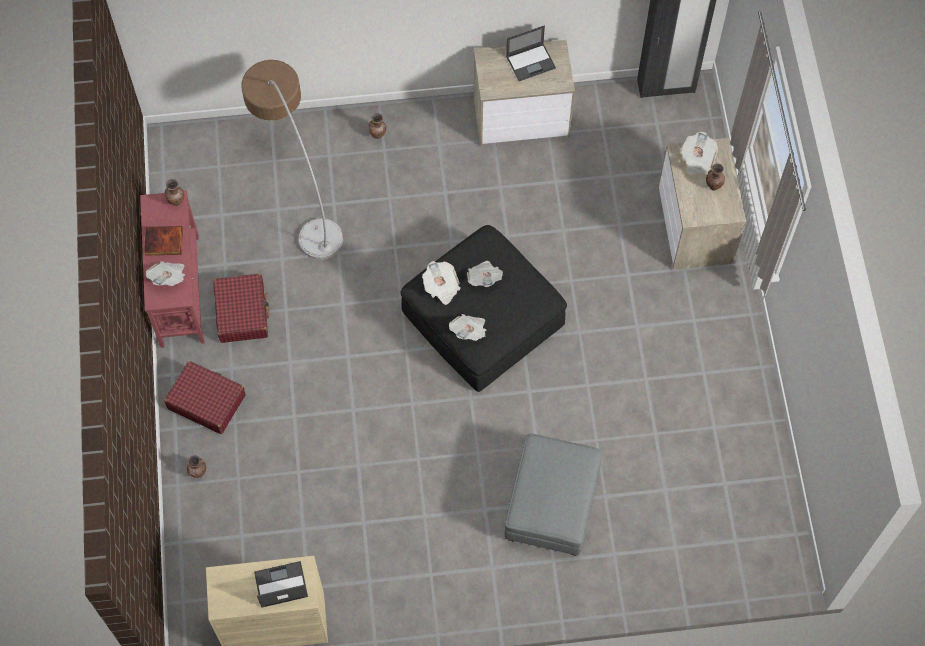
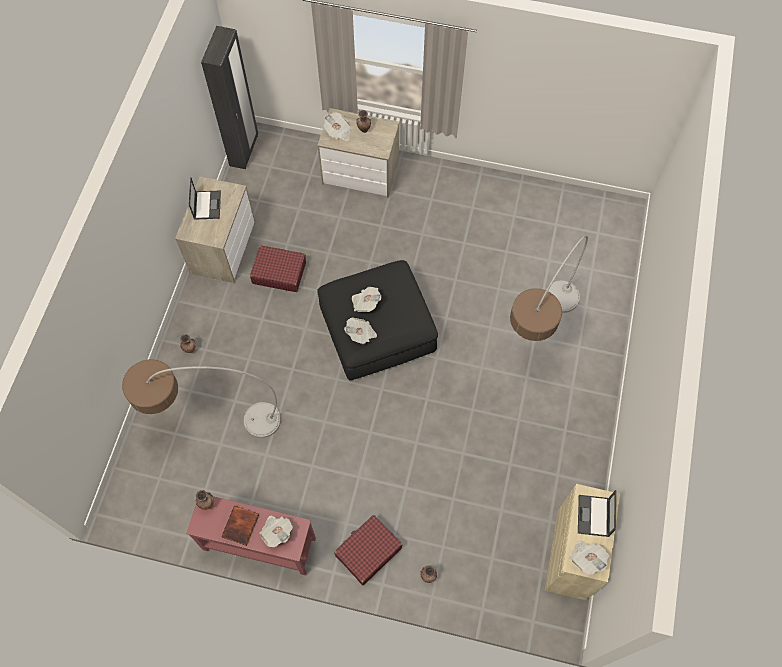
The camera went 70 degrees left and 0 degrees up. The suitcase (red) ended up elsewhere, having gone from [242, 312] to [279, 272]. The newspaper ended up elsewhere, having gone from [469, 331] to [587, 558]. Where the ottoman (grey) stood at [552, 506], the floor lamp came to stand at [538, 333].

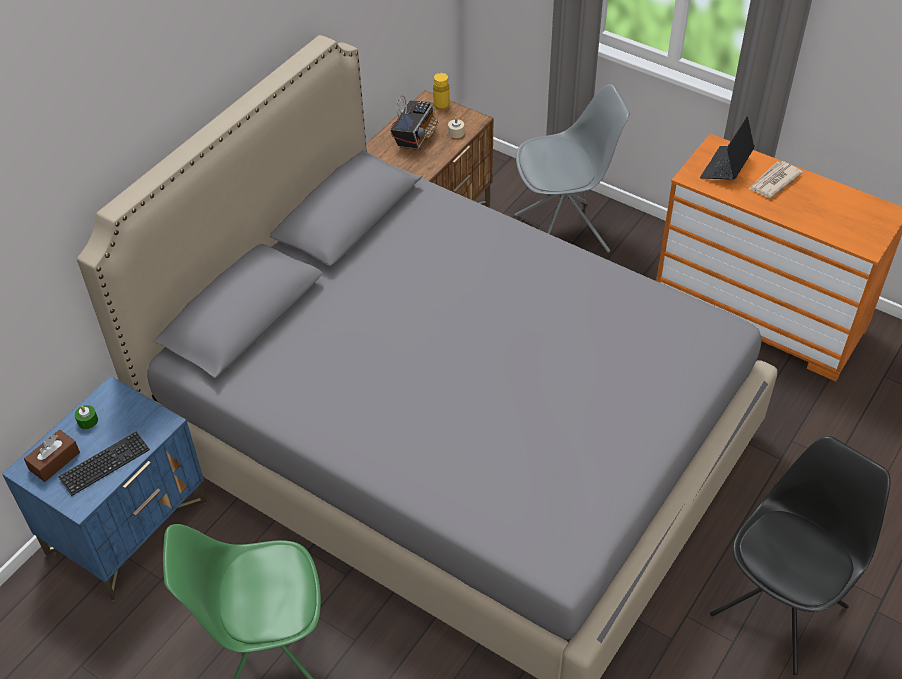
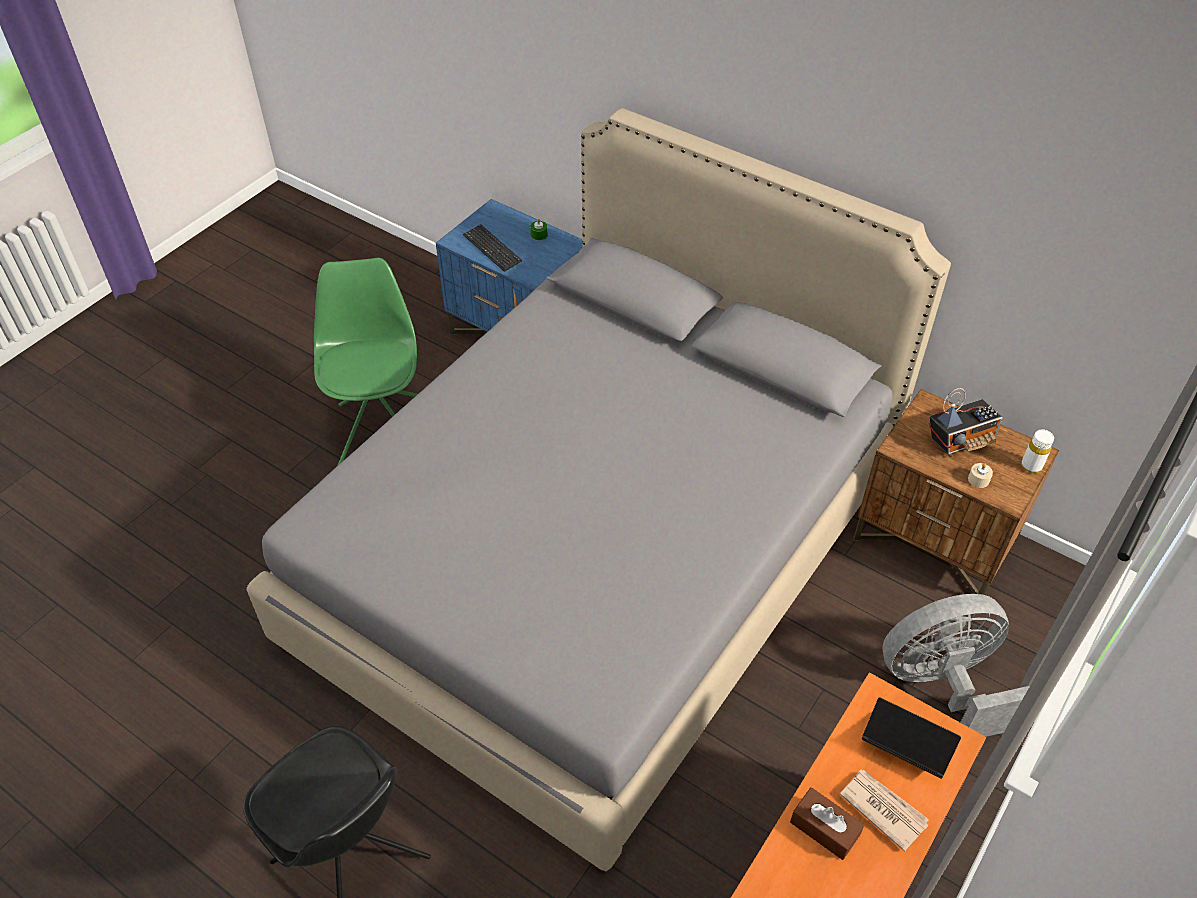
The camera went 90 degrees right and 0 degrees up. What was the bottle (yellow) at [441, 105] turned into the bottle (white) at [1031, 466]. Where the chair (grey) stood at [563, 233], the fan (grey) came to stand at [942, 685]. The radio at [415, 137] ended up facing another way, 45 degrees counterclockwise from before. The tissue box (brown) ended up elsewhere, having gone from [54, 461] to [824, 828].

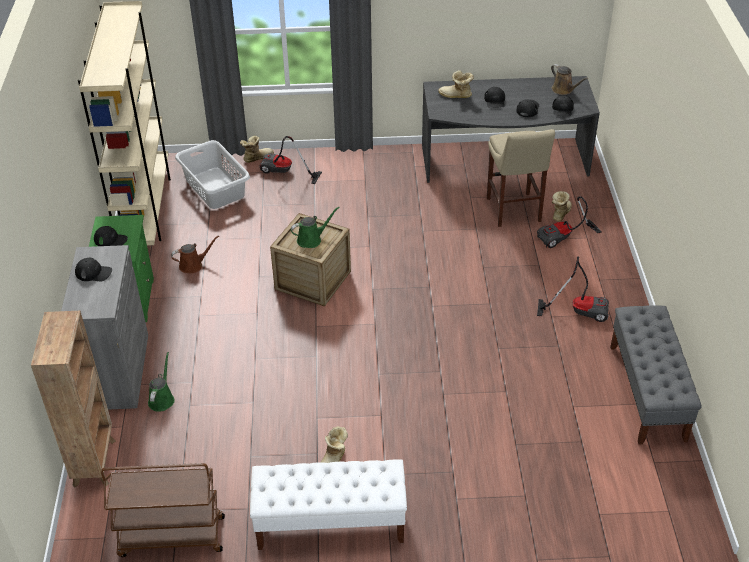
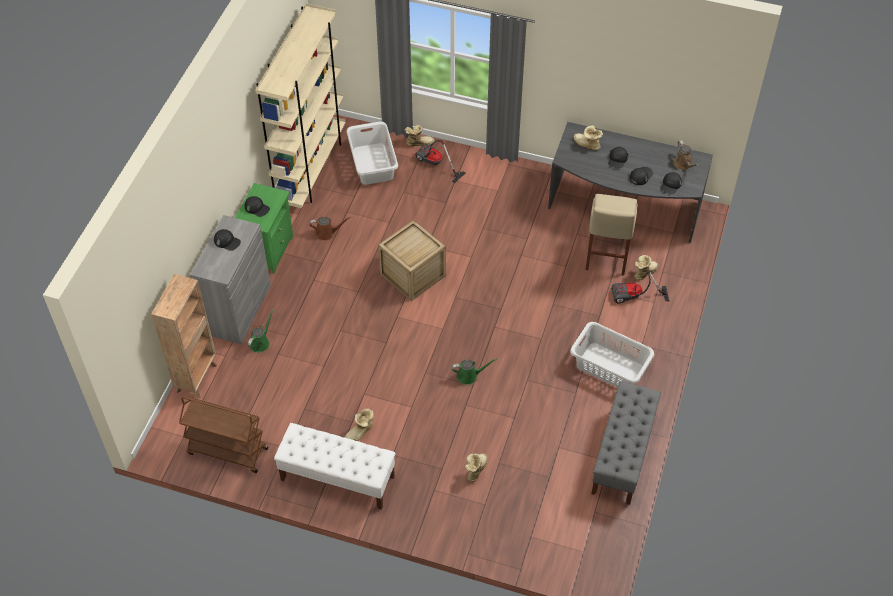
The camera went 20 degrees right and 10 degrees up. The watering can (green) ended up elsewhere, having gone from [311, 239] to [469, 376]. Where the vacuum cleaner stood at [579, 310], the laundry basket (grey) came to stand at [609, 367]. The second view gained the boot at [475, 470].

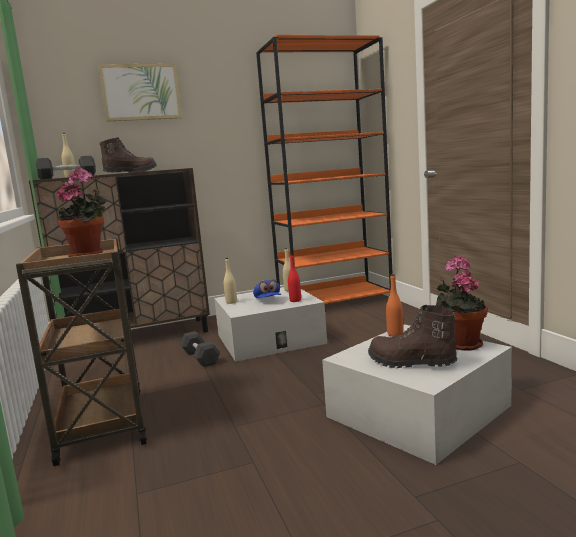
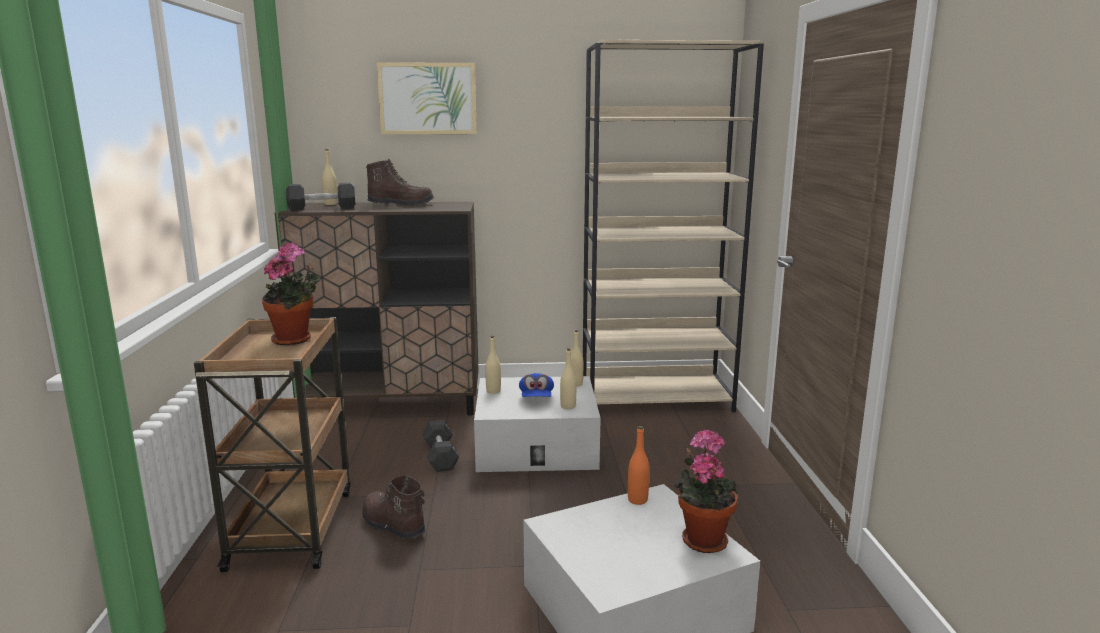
The camera went 15 degrees right and 5 degrees up. What was the bookcase (orange) at [335, 302] turned into the bookcase (beige) at [656, 399]. What was the bottle (red) at [295, 300] turned into the bottle (beige) at [568, 406]. The boot (brown) ended up elsewhere, having gone from [411, 363] to [392, 526].

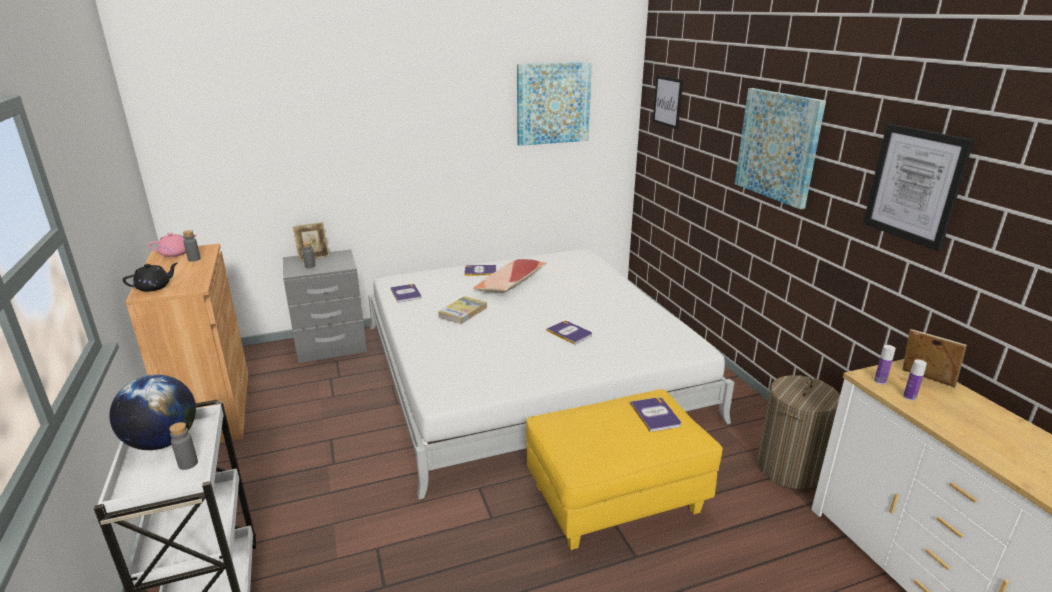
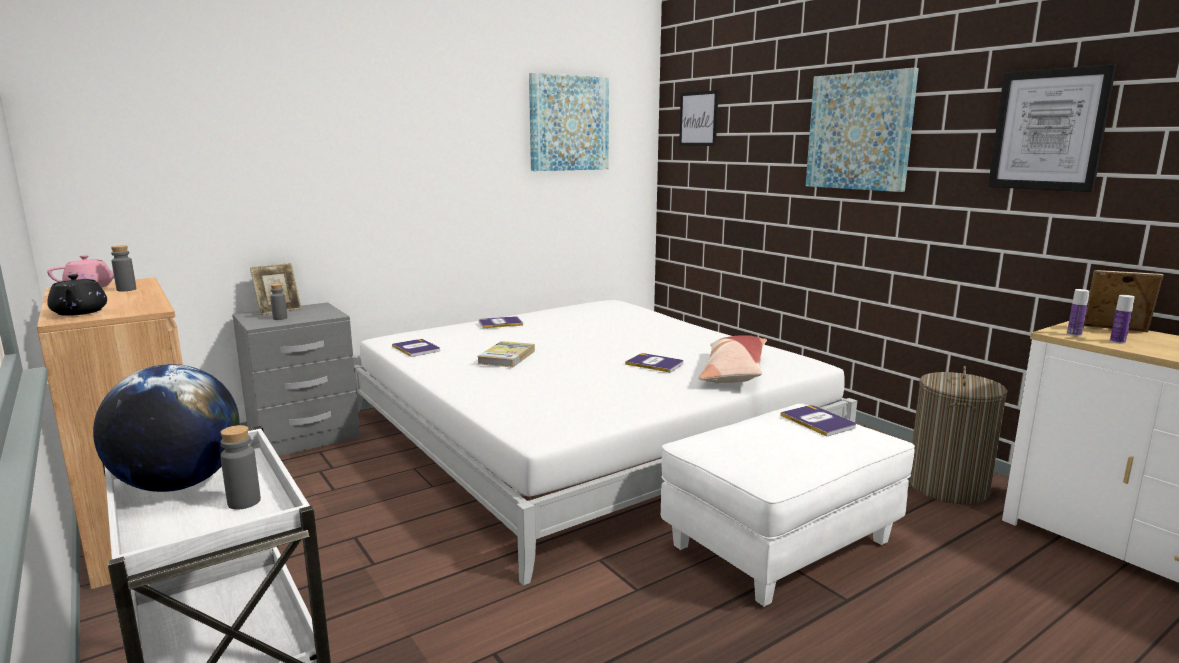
The camera went 15 degrees left and 10 degrees down. The pillow ended up elsewhere, having gone from [510, 284] to [733, 372]. The teapot (black) at [154, 287] ended up facing another way, 120 degrees clockwise from before. What was the ottoman (yellow) at [615, 499] turned into the ottoman (white) at [780, 545].

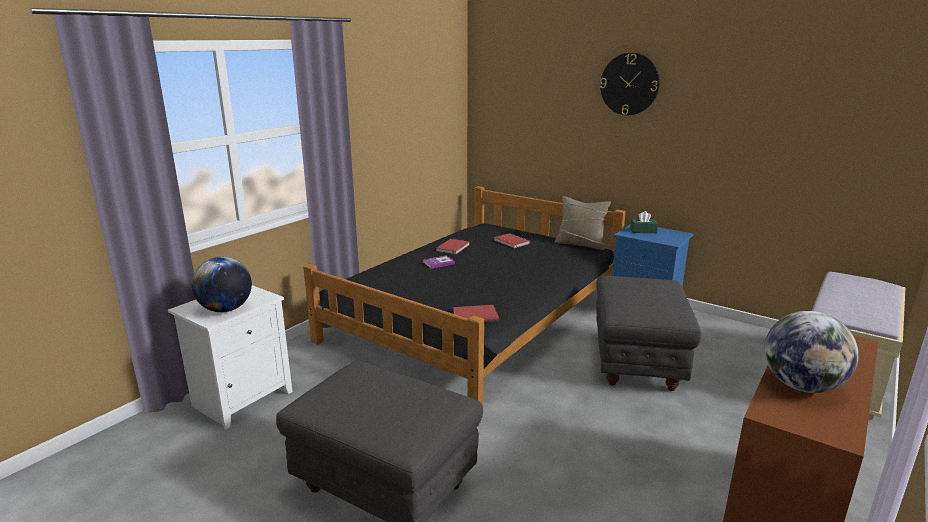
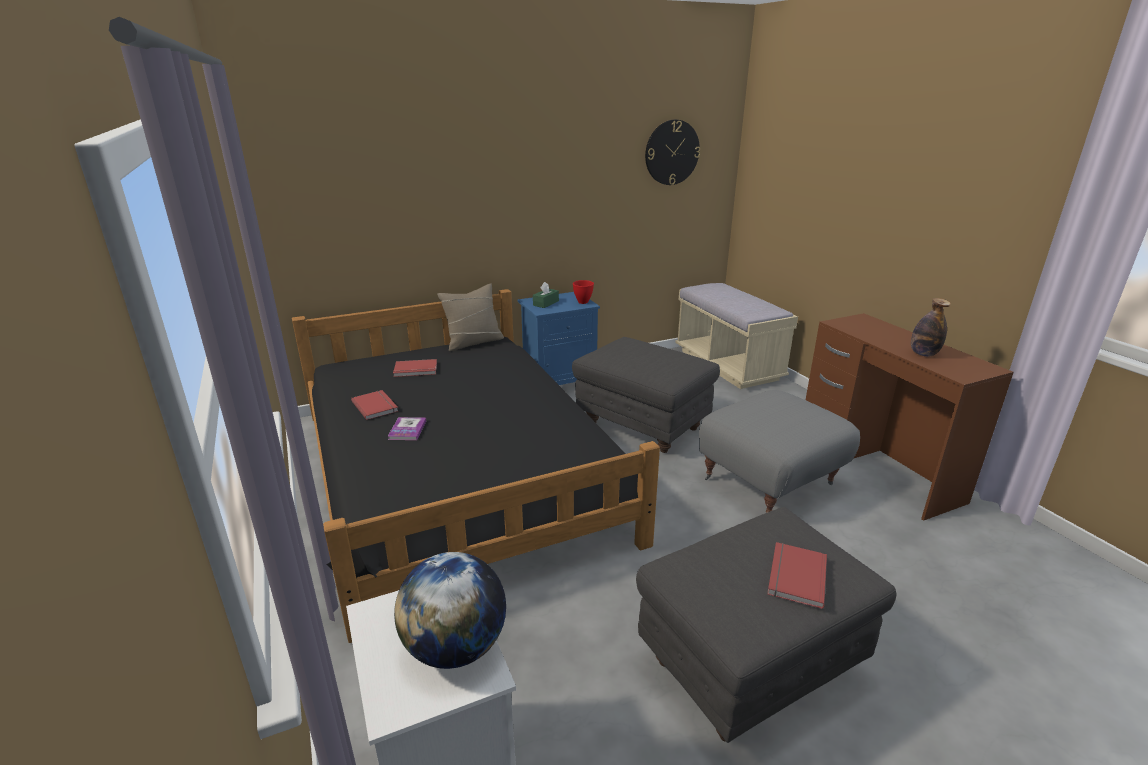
The camera went 60 degrees left and 5 degrees up. The wall clock ended up elsewhere, having gone from [629, 84] to [672, 152]. The book (red) ended up elsewhere, having gone from [475, 315] to [794, 576]. Where the globe stood at [801, 386], the bottle came to stand at [923, 354]. The second view gained the bowl (red) at [582, 302]. The second view gained the ottoman (grey) at [768, 482].

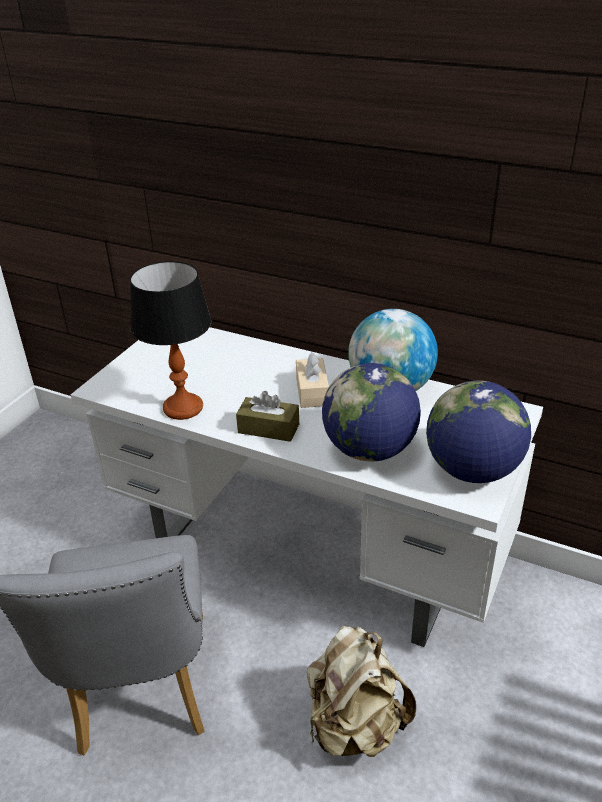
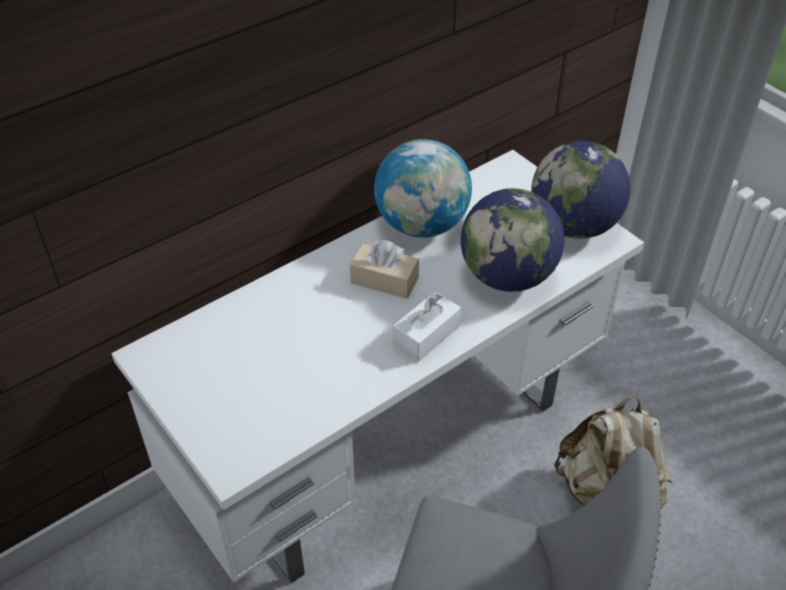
The camera went 65 degrees left and 10 degrees up. The second view lost the table lamp at [182, 408]. What was the tissue box (brown) at [268, 428] turned into the tissue box (white) at [426, 335].

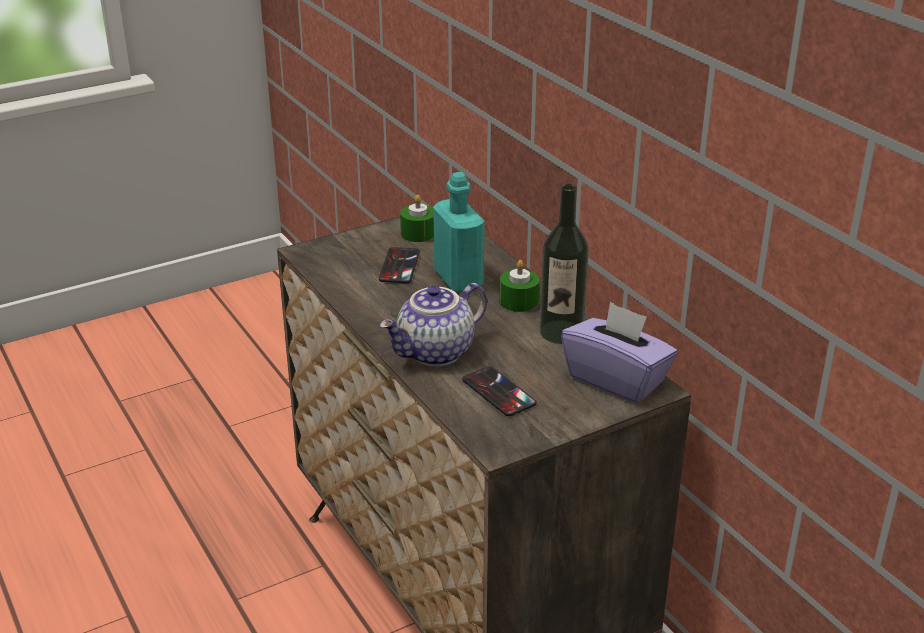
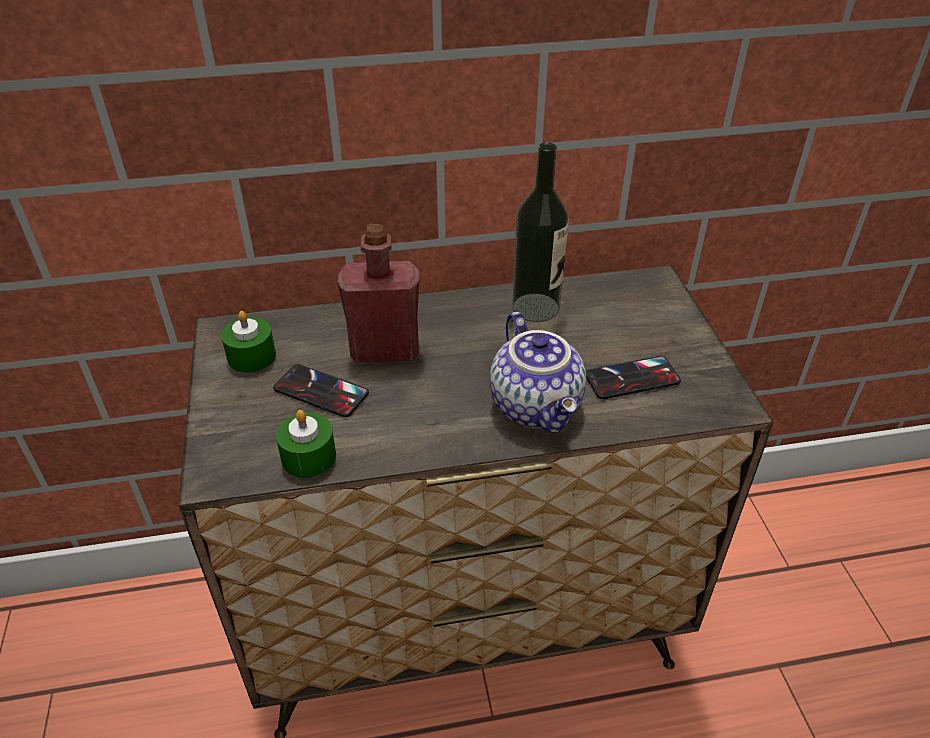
The camera went 70 degrees left and 10 degrees up. What was the bottle (turquoise) at [458, 279] turned into the bottle (red) at [385, 350]. The candle (green) ended up elsewhere, having gone from [519, 301] to [308, 457]. The second view lost the tissue box (purple) at [616, 380].

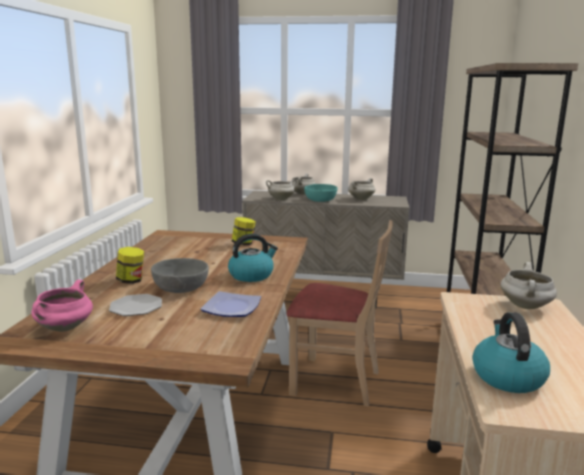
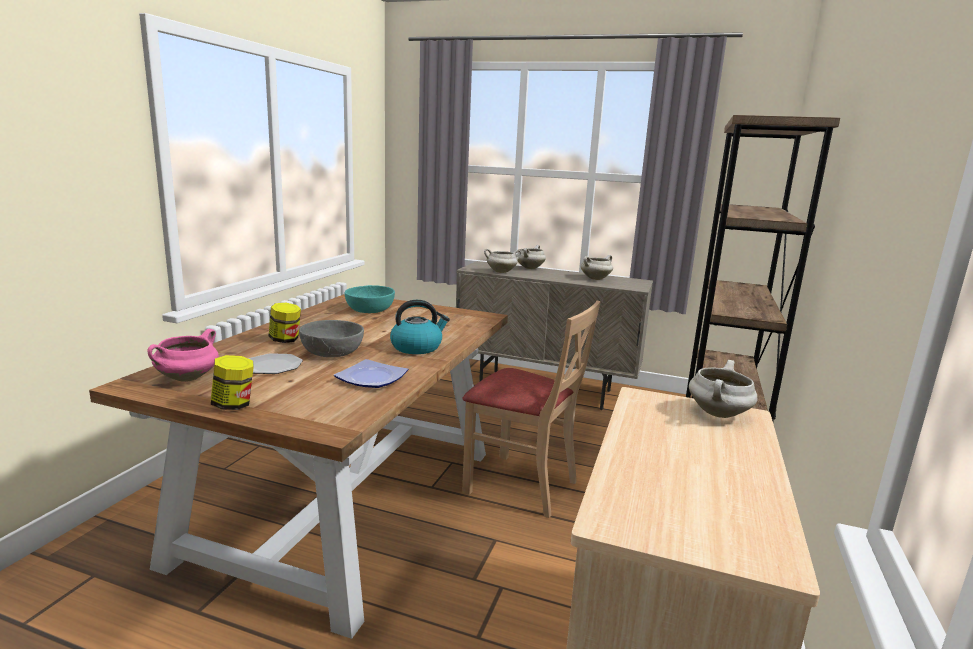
The camera went 10 degrees right and 0 degrees up. The bowl (turquoise) ended up elsewhere, having gone from [320, 200] to [370, 310]. The jar ended up elsewhere, having gone from [243, 244] to [234, 405]. The second view lost the kettle at [507, 376].

